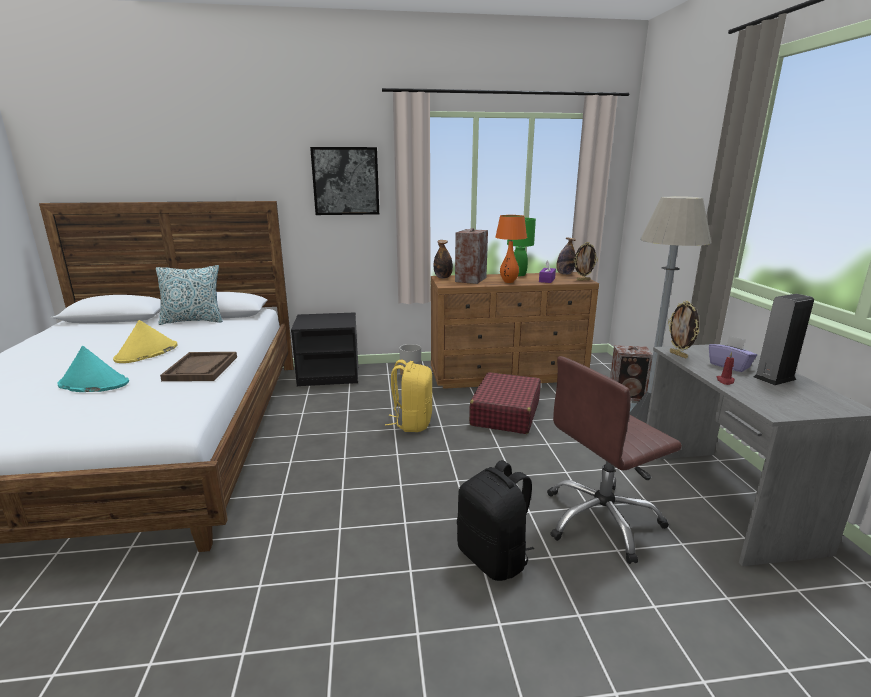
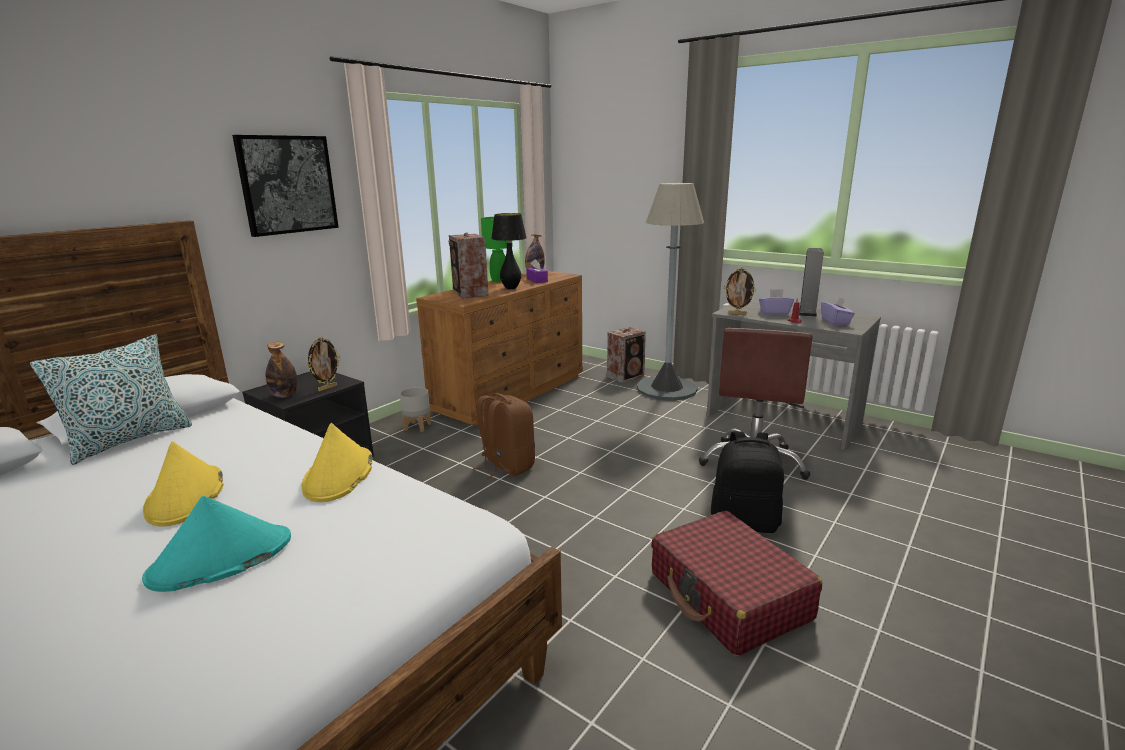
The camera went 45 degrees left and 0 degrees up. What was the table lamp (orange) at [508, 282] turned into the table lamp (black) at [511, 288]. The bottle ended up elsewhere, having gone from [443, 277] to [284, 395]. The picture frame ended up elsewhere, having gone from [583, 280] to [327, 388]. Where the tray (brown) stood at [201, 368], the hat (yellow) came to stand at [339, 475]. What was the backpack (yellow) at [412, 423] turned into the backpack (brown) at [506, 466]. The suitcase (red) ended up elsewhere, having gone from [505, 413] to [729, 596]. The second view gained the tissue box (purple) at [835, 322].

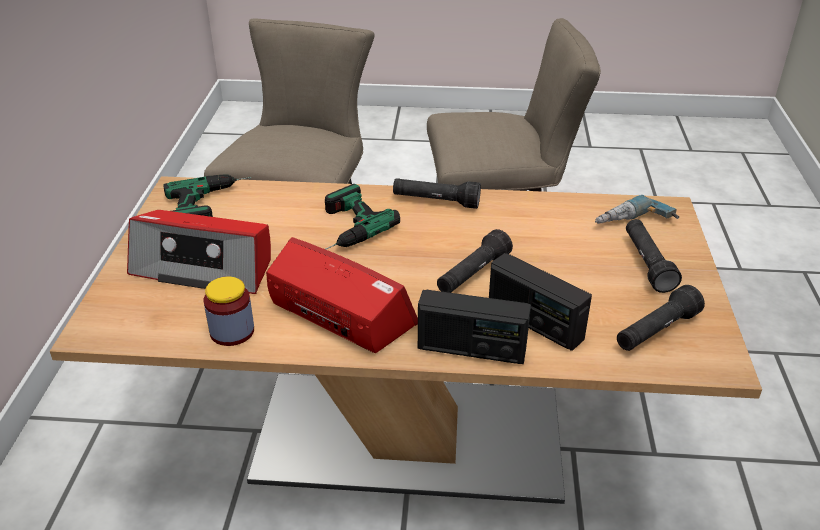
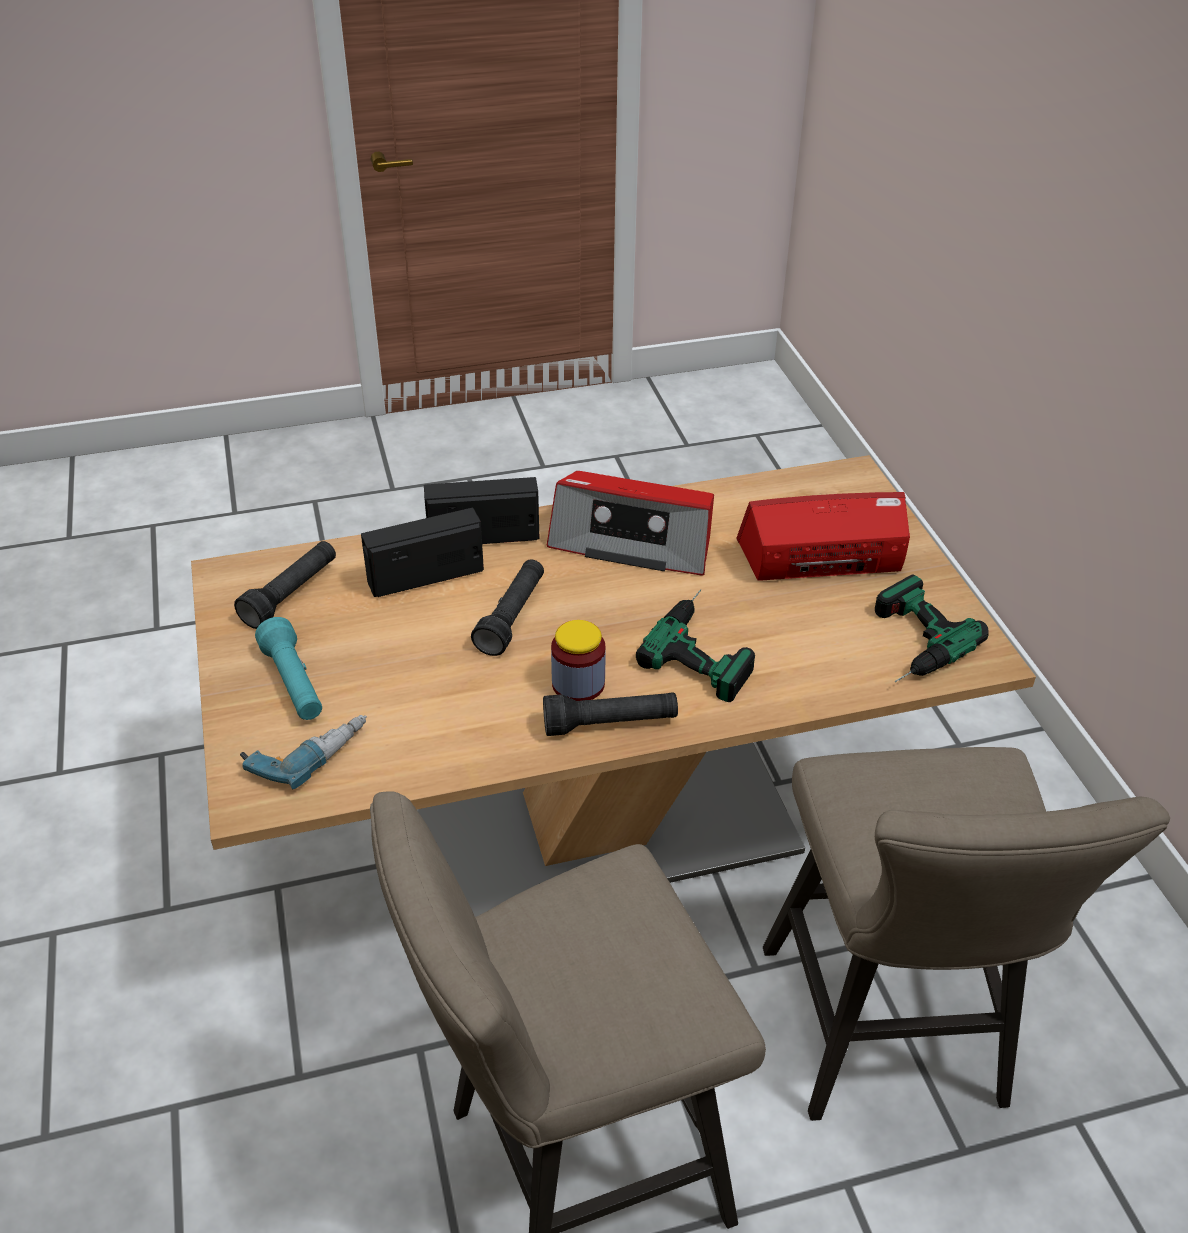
The camera went 160 degrees right and 5 degrees up. What was the flashlight (black) at [647, 264] turned into the flashlight (turquoise) at [294, 683]. The radio at [534, 322] ended up facing another way, 45 degrees counterclockwise from before. The jar ended up elsewhere, having gone from [232, 331] to [578, 684].

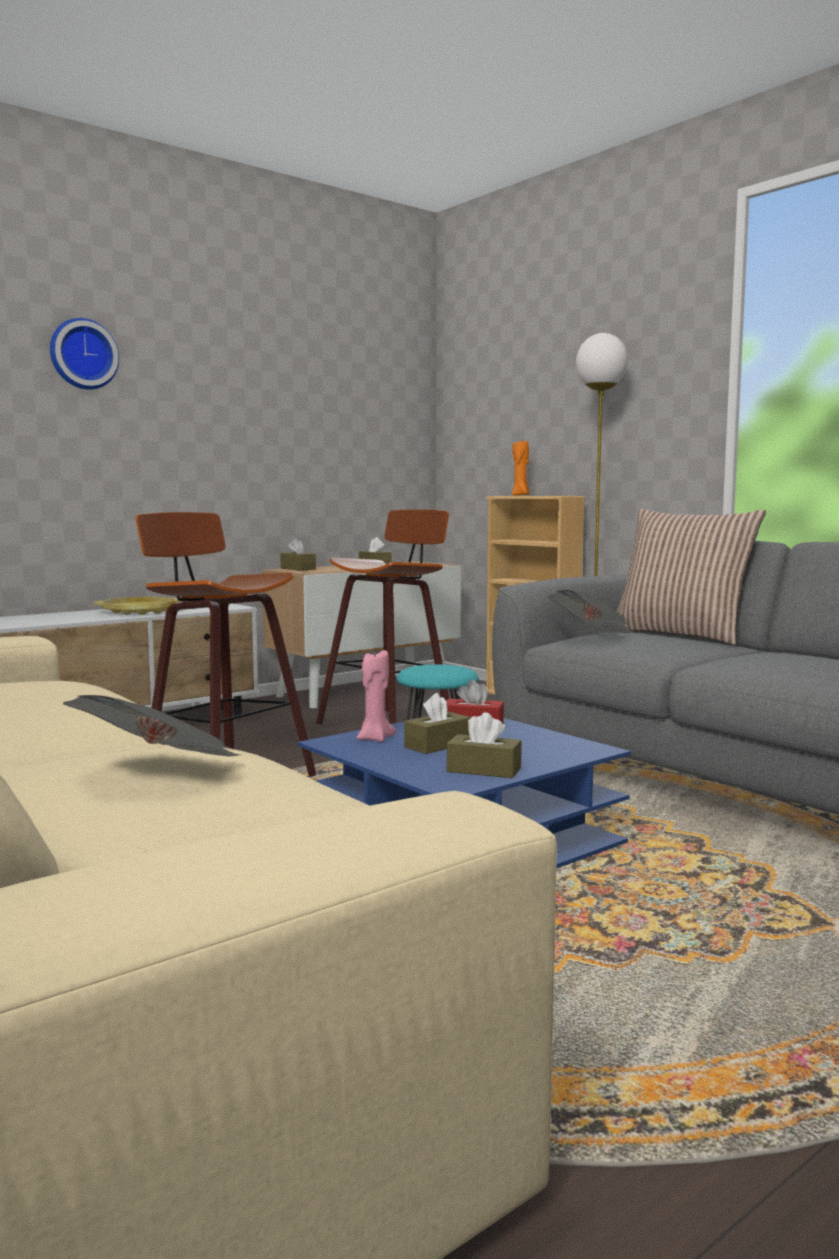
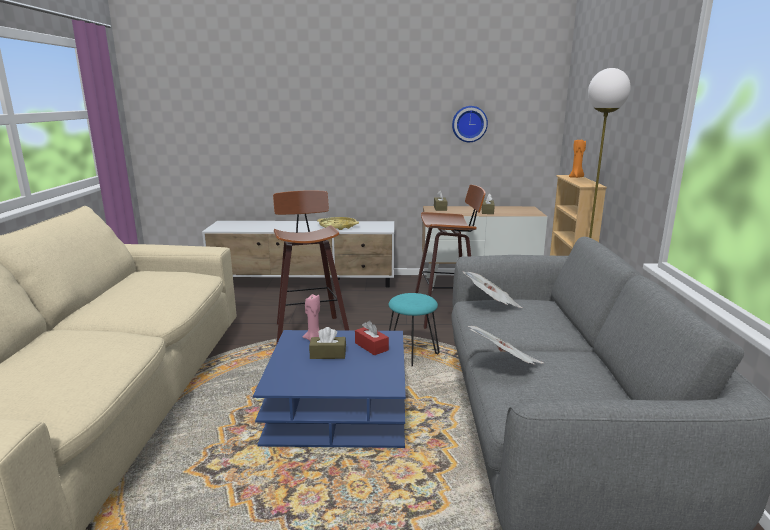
The camera went 40 degrees right and 10 degrees up. The wall clock ended up elsewhere, having gone from [82, 354] to [469, 124]. The second view lost the pillow at [681, 635]. The newspaper ended up elsewhere, having gone from [162, 774] to [504, 364]. The second view lost the tissue box (brown) at [484, 770].

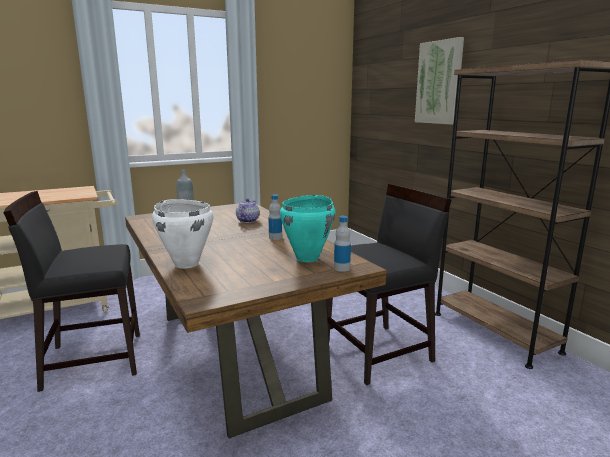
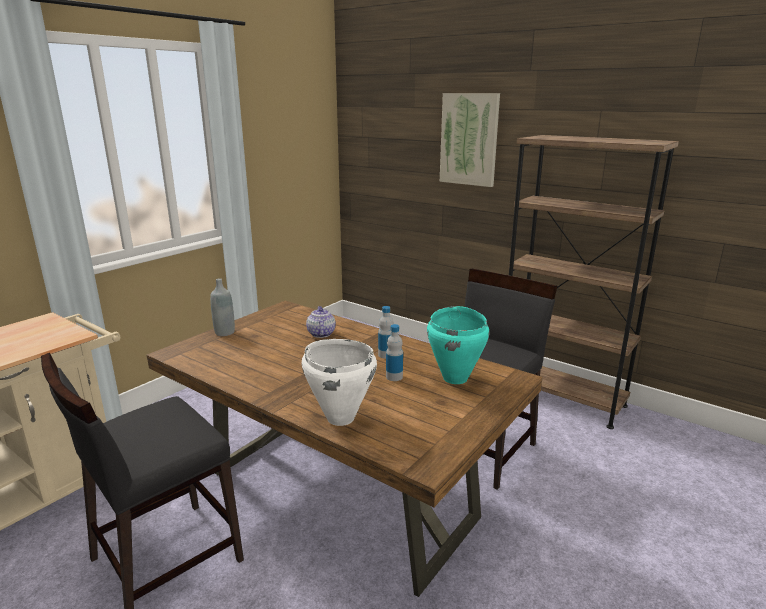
The camera went 25 degrees left and 5 degrees up. The bottle ended up elsewhere, having gone from [342, 268] to [394, 377].

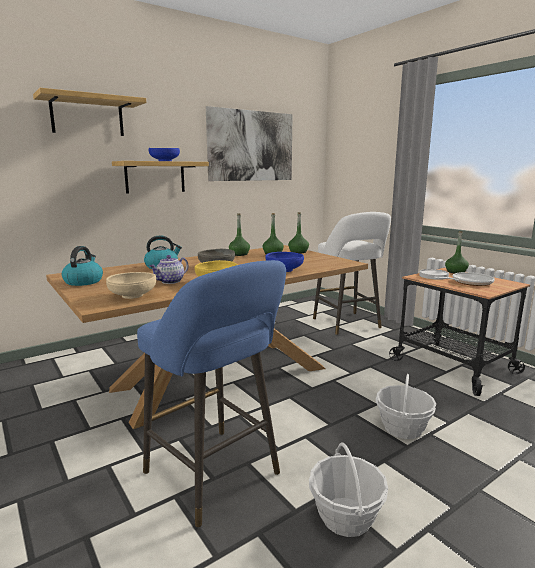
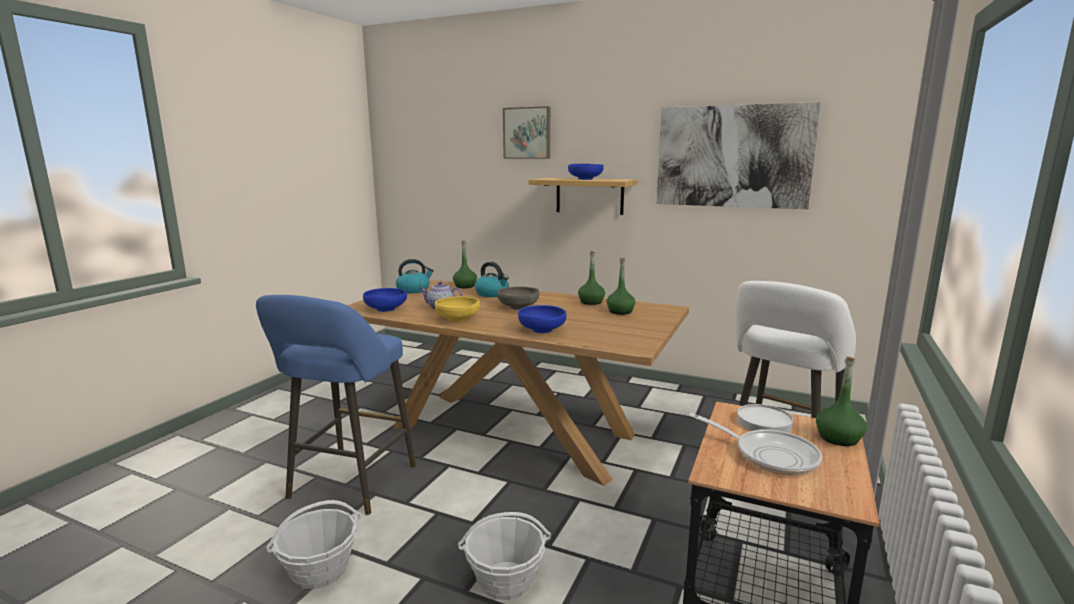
The camera went 60 degrees right and 0 degrees up. Where the shelf hung at [87, 116], the picture came to hang at [527, 133]. The bottle (green) ended up elsewhere, having gone from [298, 252] to [465, 286]. What was the bowl (beige) at [132, 296] turned into the bowl (blue) at [386, 309].

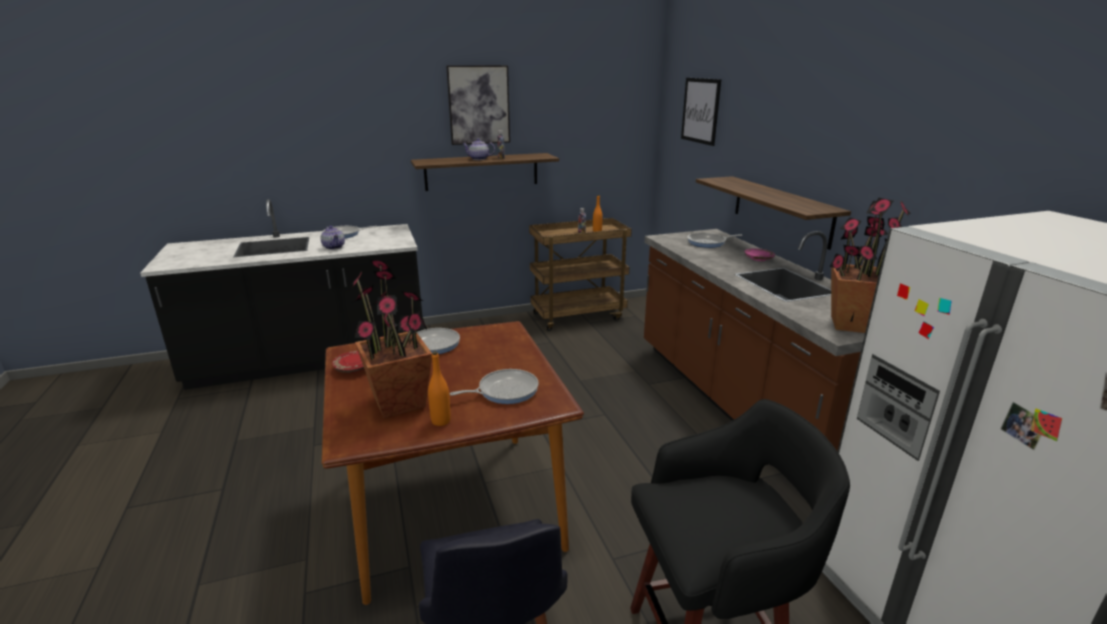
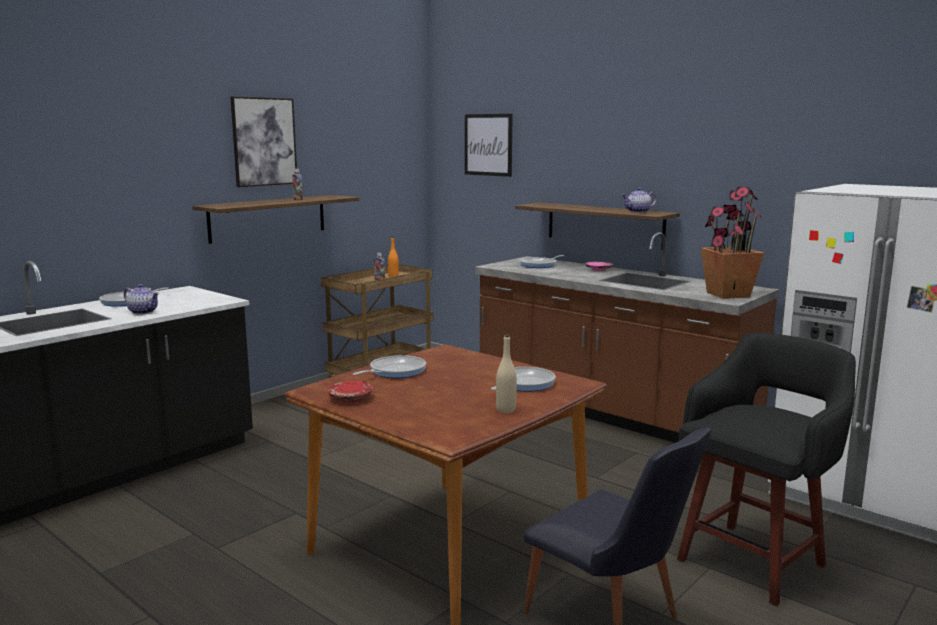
The camera went 30 degrees left and 10 degrees down. The teapot ended up elsewhere, having gone from [478, 159] to [638, 212]. The second view lost the potted plant at [400, 403]. What was the bottle (orange) at [441, 421] turned into the bottle (beige) at [505, 410].

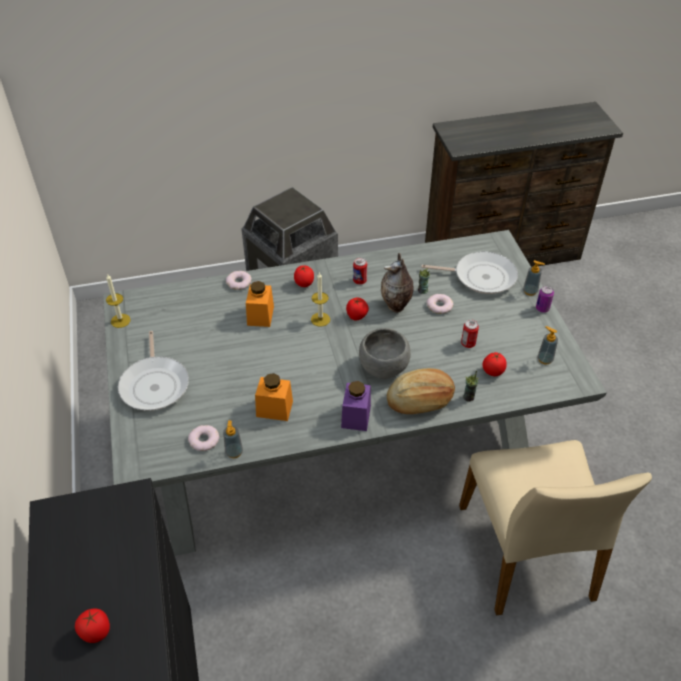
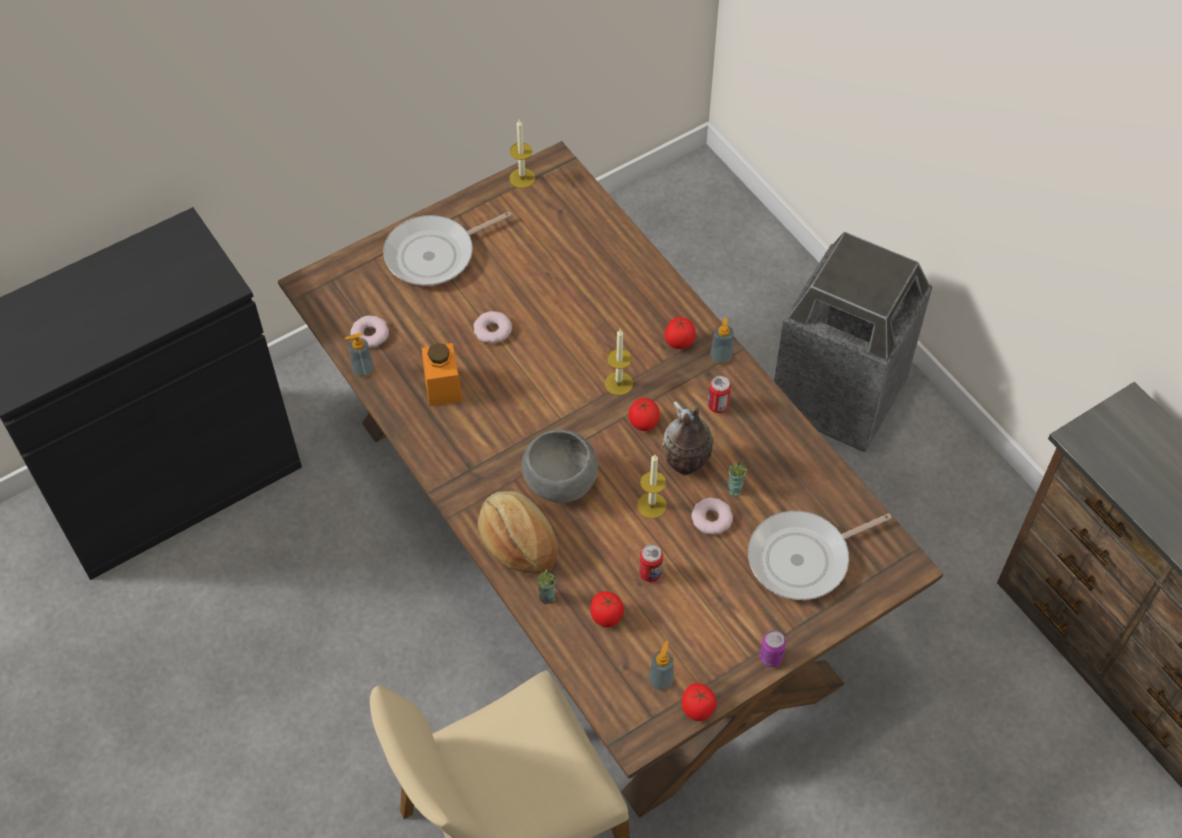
The camera went 70 degrees right and 10 degrees up. What was the dining table (grey) at [341, 447] turned into the dining table (brown) at [593, 548]. The frying pan at [481, 276] ended up facing another way, 75 degrees clockwise from before. The soap dispenser ended up elsewhere, having gone from [530, 291] to [721, 357]. The donut ended up elsewhere, having gone from [239, 282] to [492, 330]. The second view lost the jar (orange) at [260, 316]. The second view lost the jar (purple) at [356, 416]. The tomato ended up elsewhere, having gone from [96, 632] to [698, 709]. The second view gained the candle at [651, 505].

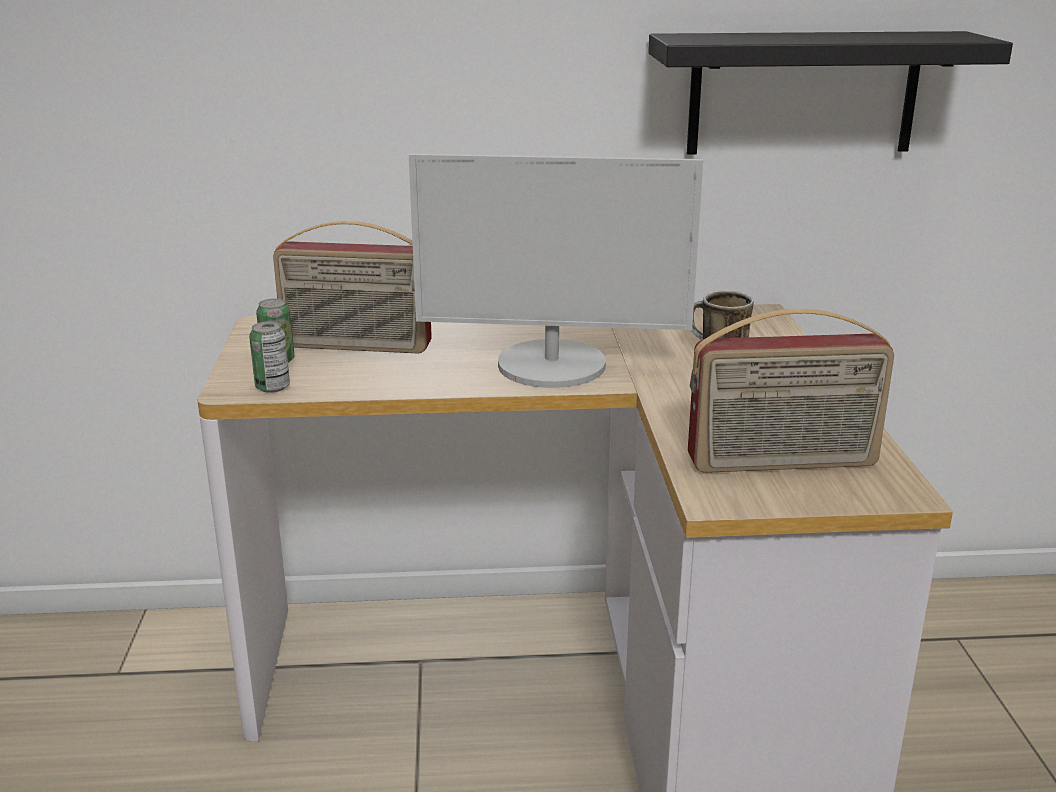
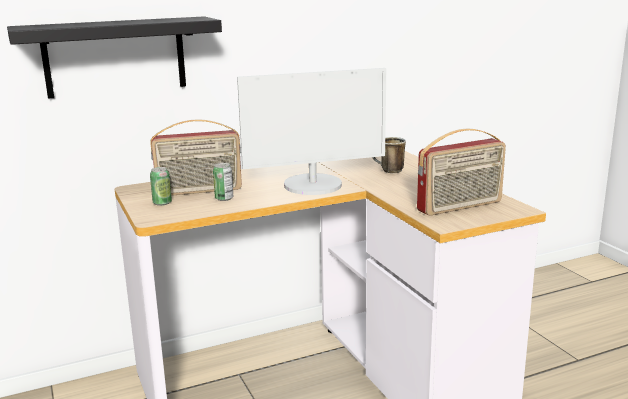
The camera went 20 degrees left and 5 degrees down. The shelf (black) ended up elsewhere, having gone from [803, 93] to [115, 57]. The can ended up elsewhere, having gone from [272, 387] to [224, 198].

